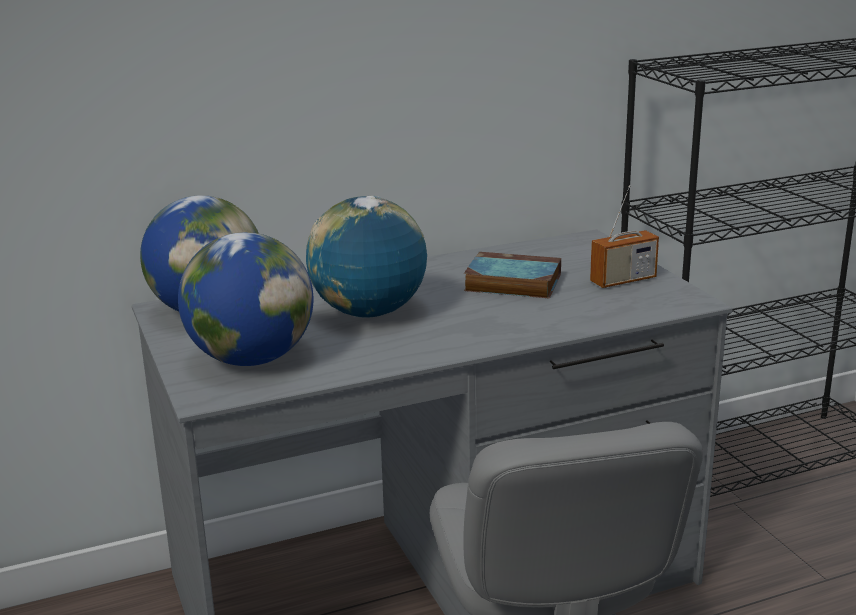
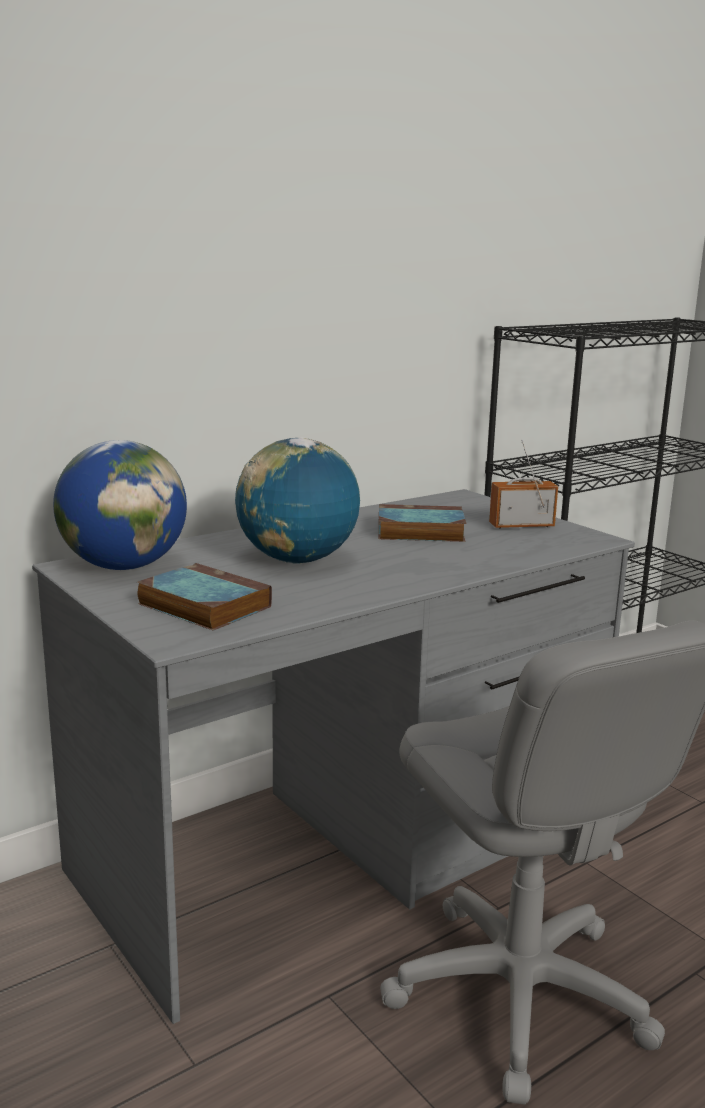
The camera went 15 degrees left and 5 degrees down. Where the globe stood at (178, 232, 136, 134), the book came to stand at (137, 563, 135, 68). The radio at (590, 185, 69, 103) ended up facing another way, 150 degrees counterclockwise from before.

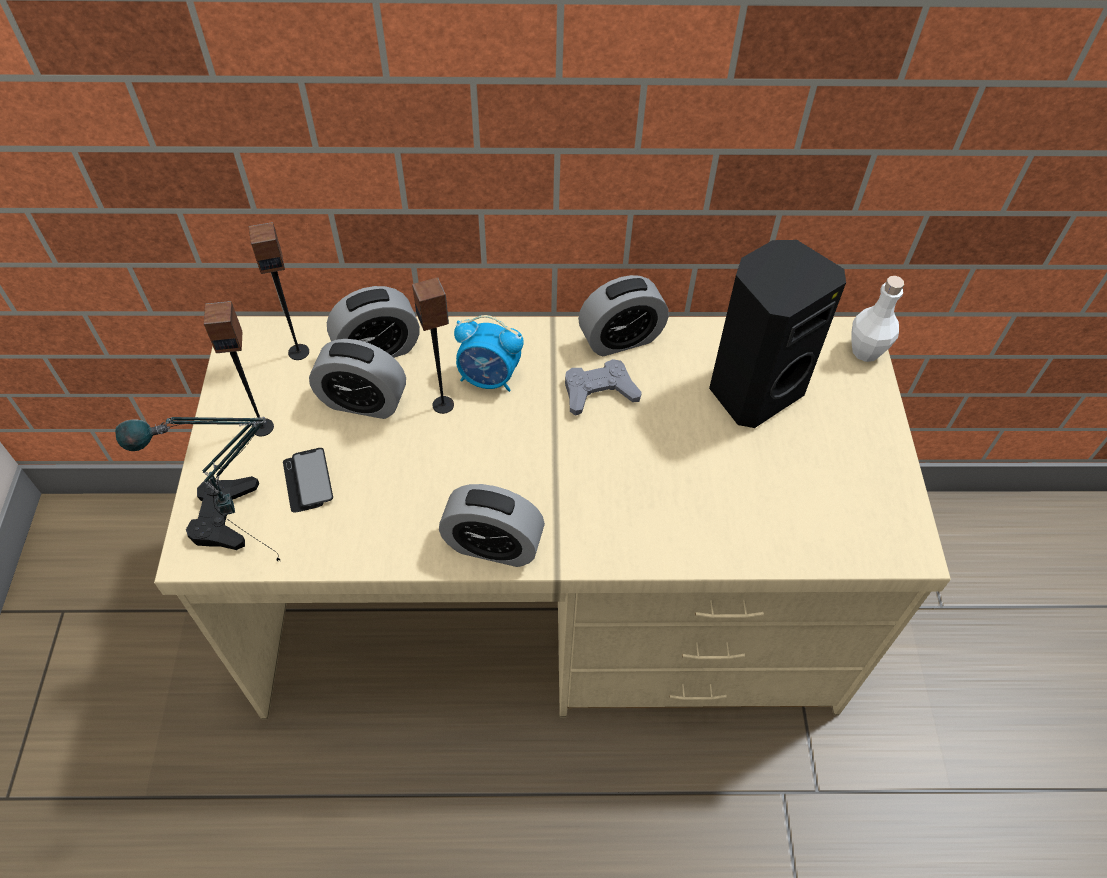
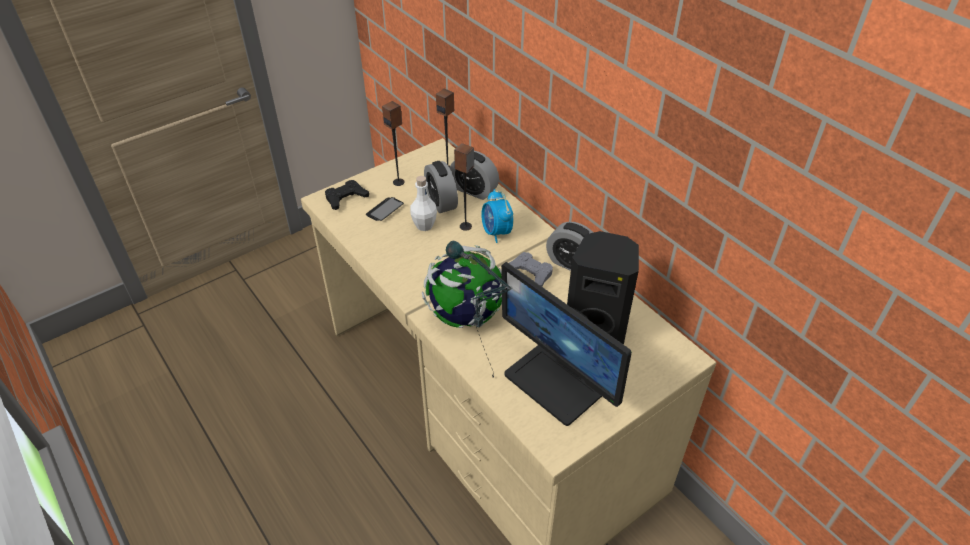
The camera went 55 degrees right and 10 degrees down. The table lamp ended up elsewhere, having gone from (115, 417, 165, 144) to (446, 241, 67, 137). The second view lost the alarm clock at (439, 484, 106, 83). The white bottle ended up elsewhere, having gone from (851, 276, 53, 86) to (410, 176, 27, 55). The second view gained the globe at (422, 245, 80, 83). The second view gained the monitor at (501, 262, 131, 164).

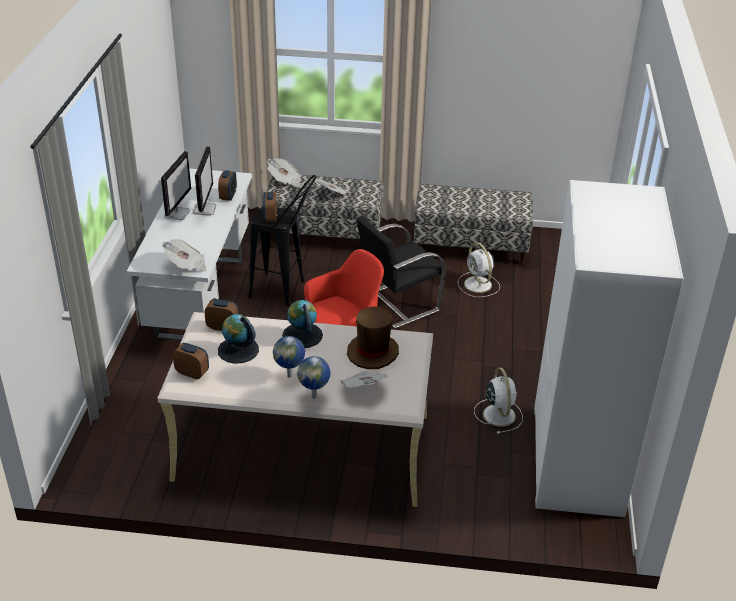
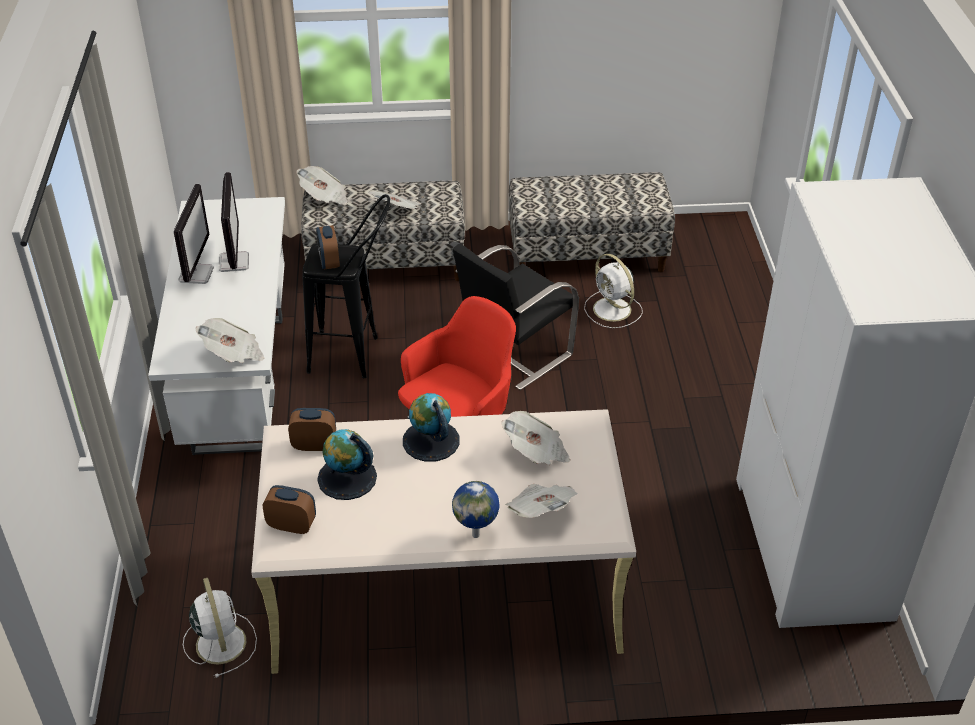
The camera went 10 degrees left and 5 degrees up. The second view lost the alarm clock at (218, 170, 19, 31). The second view lost the globe at (273, 336, 32, 42). Where the brown hat stood at (347, 307, 52, 62), the newspaper came to stand at (501, 411, 69, 54). The white fan ended up elsewhere, having gone from (474, 368, 49, 66) to (183, 578, 74, 100).

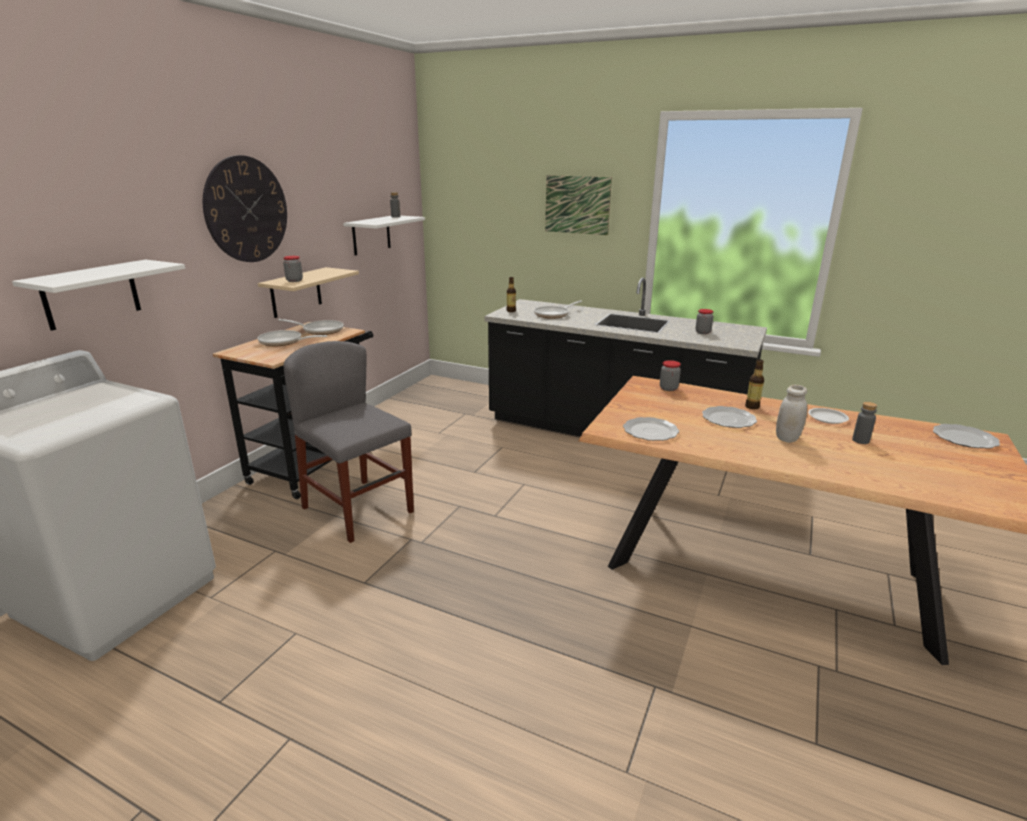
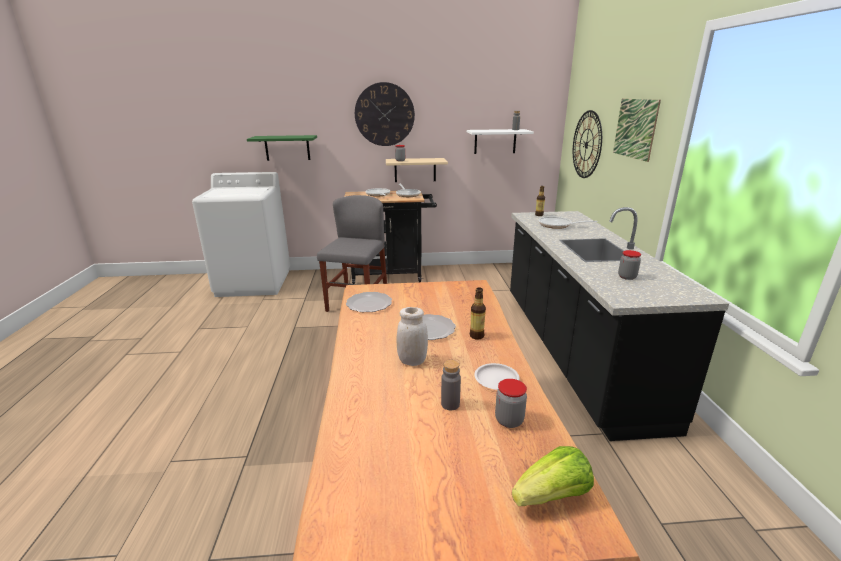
The camera went 60 degrees right and 0 degrees up. What was the white shelf at (12, 259, 173, 72) turned into the green shelf at (247, 135, 70, 26). The jar ended up elsewhere, having gone from (660, 360, 21, 31) to (495, 379, 32, 49). Where the plate stood at (933, 424, 67, 25), the lettuce came to stand at (512, 446, 82, 60). The second view gained the wall clock at (573, 110, 29, 68).

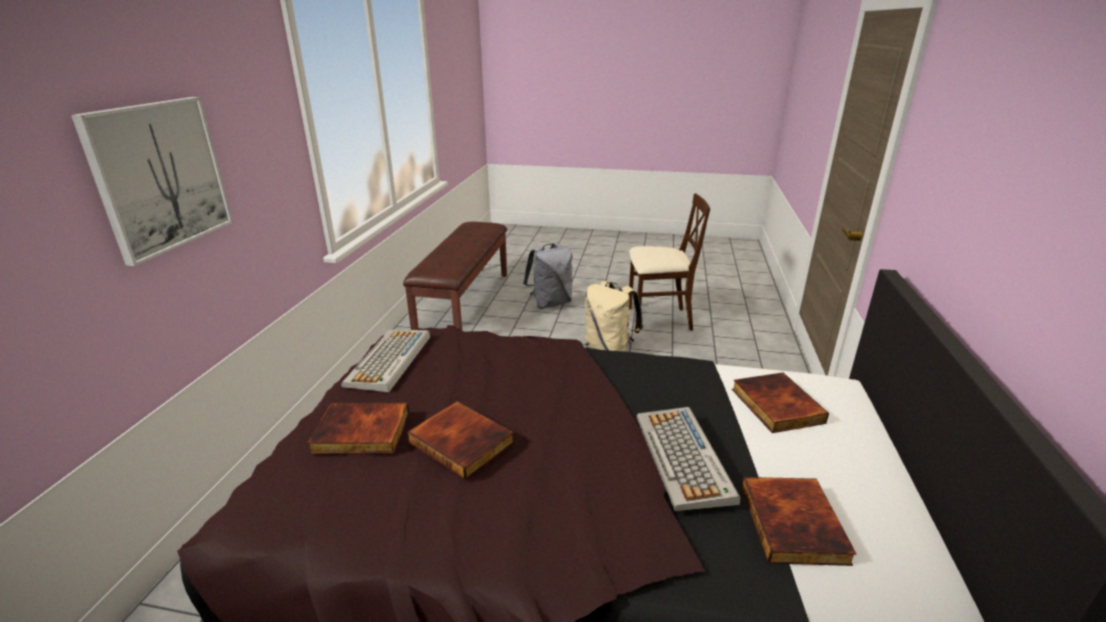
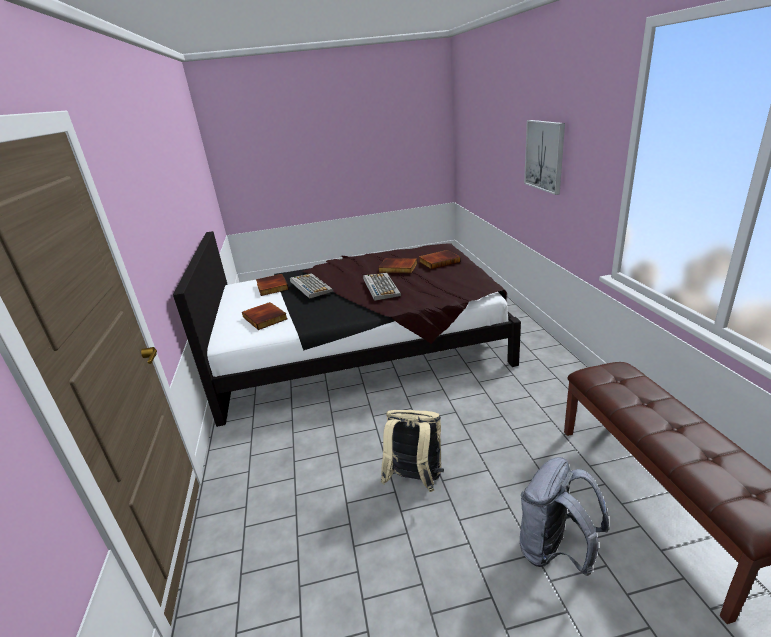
The camera went 160 degrees right and 0 degrees up. The keyboard ended up elsewhere, having gone from (341, 329, 89, 63) to (363, 273, 38, 28). The second view lost the beige chair at (629, 193, 81, 140).

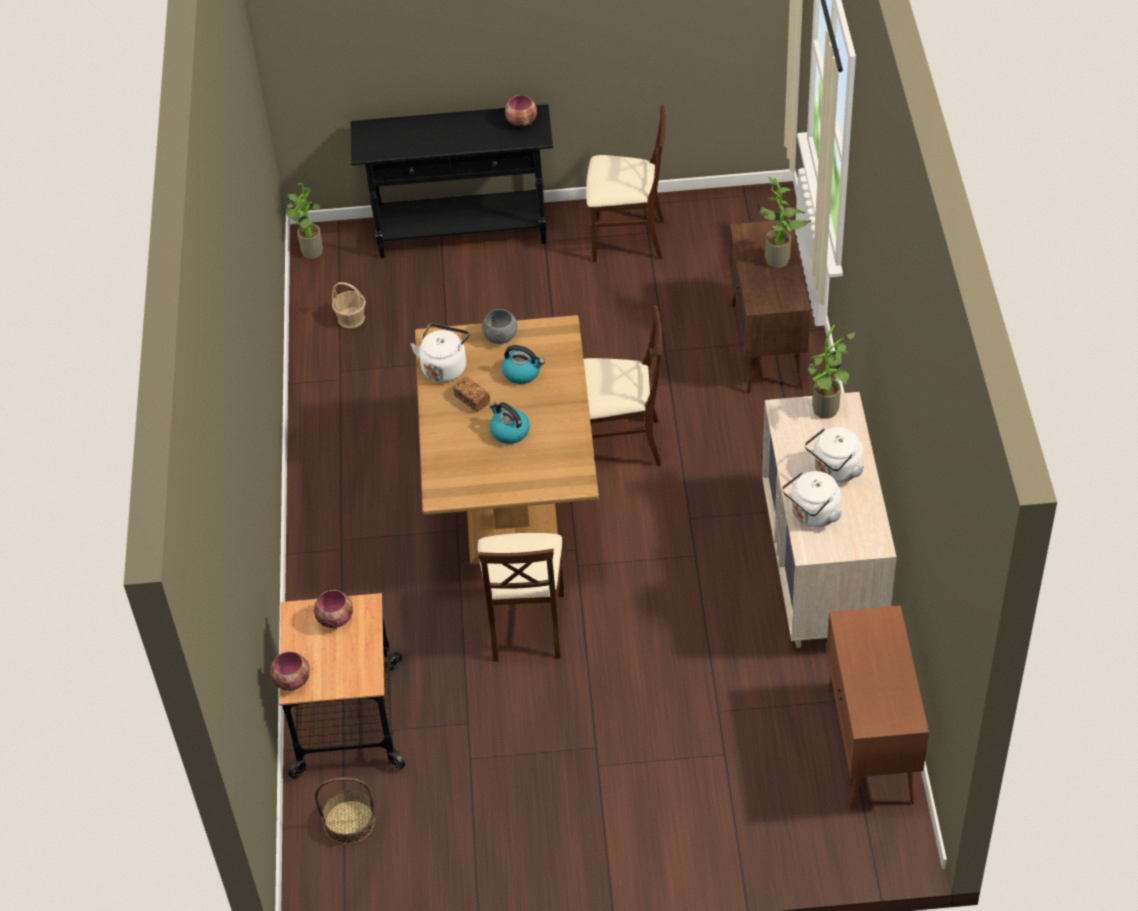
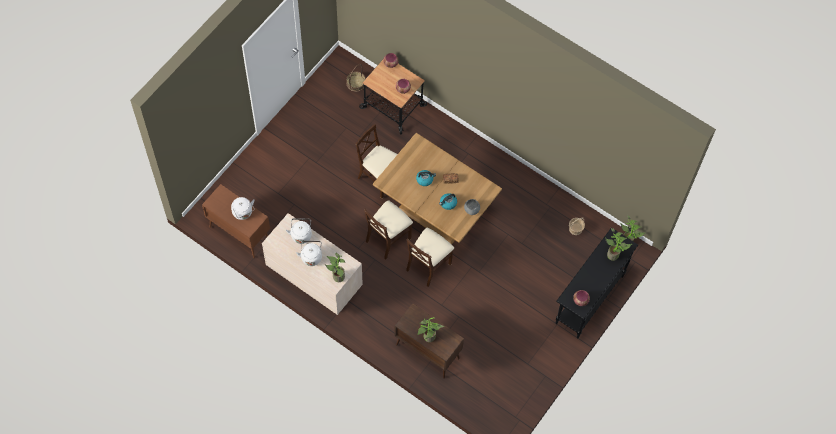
The camera went 125 degrees right and 15 degrees up. The white kettle ended up elsewhere, having gone from (410, 324, 60, 59) to (231, 197, 23, 23). The beige chair ended up elsewhere, having gone from (586, 105, 80, 157) to (364, 200, 49, 59). The second view gained the potted plant at (605, 228, 27, 33).

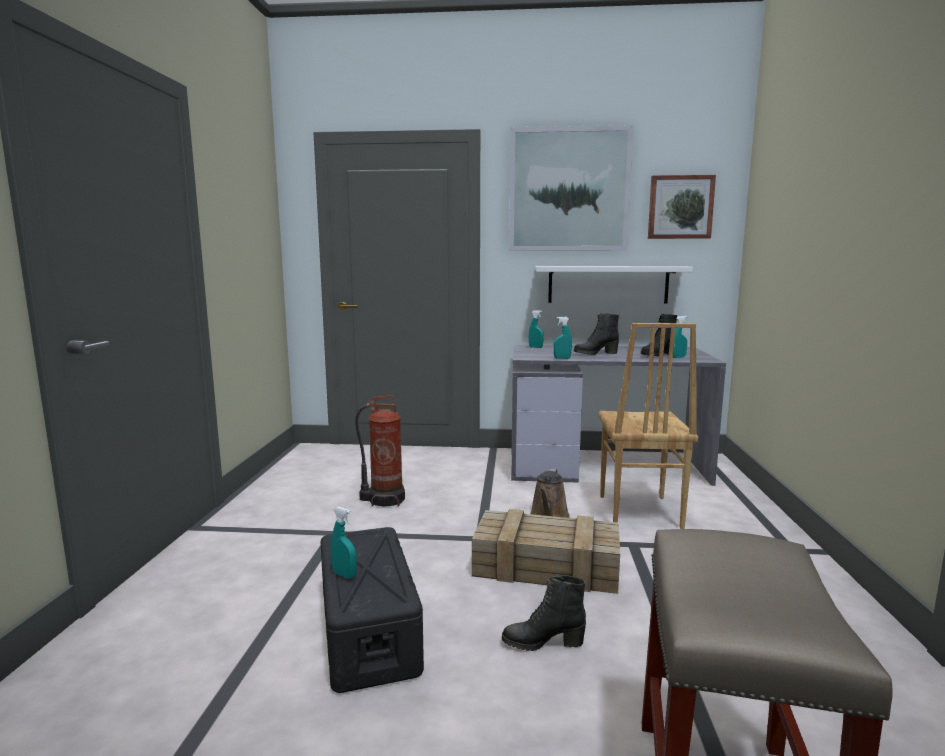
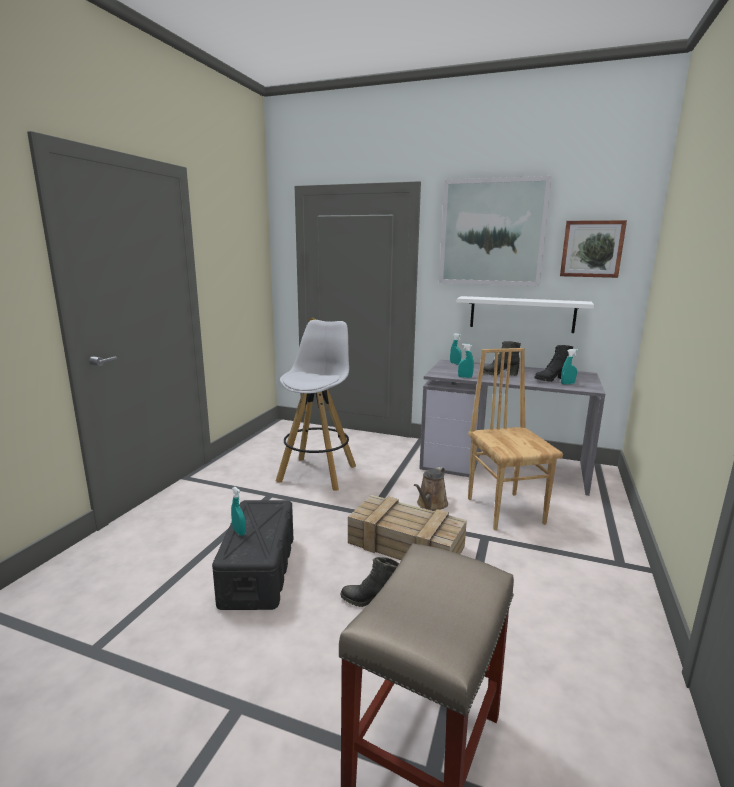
The camera went 15 degrees right and 5 degrees up. Where the fire extinguisher stood at (355, 395, 50, 112), the white stool came to stand at (276, 320, 80, 171). The brown chair at (598, 323, 100, 206) ended up facing another way, 150 degrees clockwise from before.

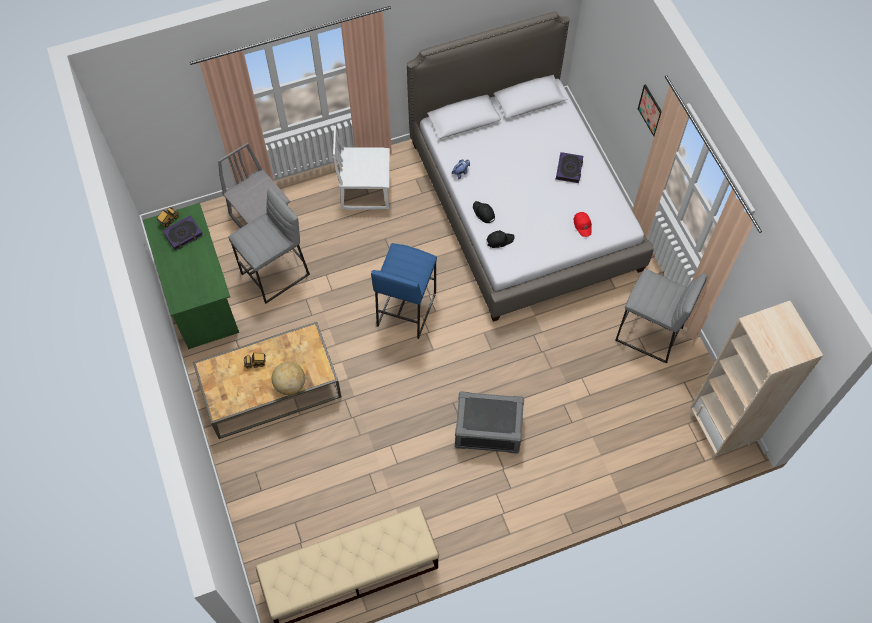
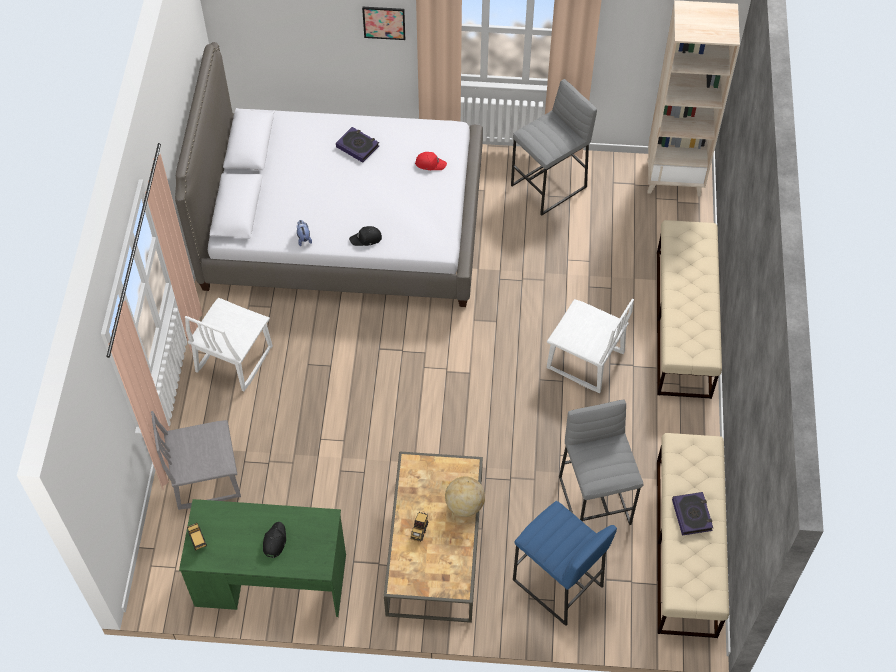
The camera went 65 degrees left and 5 degrees down. The book ended up elsewhere, having gone from (162, 215, 41, 35) to (672, 492, 41, 44). The grey stool ended up elsewhere, having gone from (229, 187, 81, 117) to (559, 400, 84, 125). The blue stool ended up elsewhere, having gone from (371, 243, 66, 96) to (513, 501, 104, 125). Where the grey storage box stood at (455, 391, 69, 63), the white chair came to stand at (547, 299, 87, 94). The black cap ended up elsewhere, having gone from (486, 230, 29, 18) to (263, 522, 23, 36). The second view gained the beige bench at (657, 220, 65, 179).

